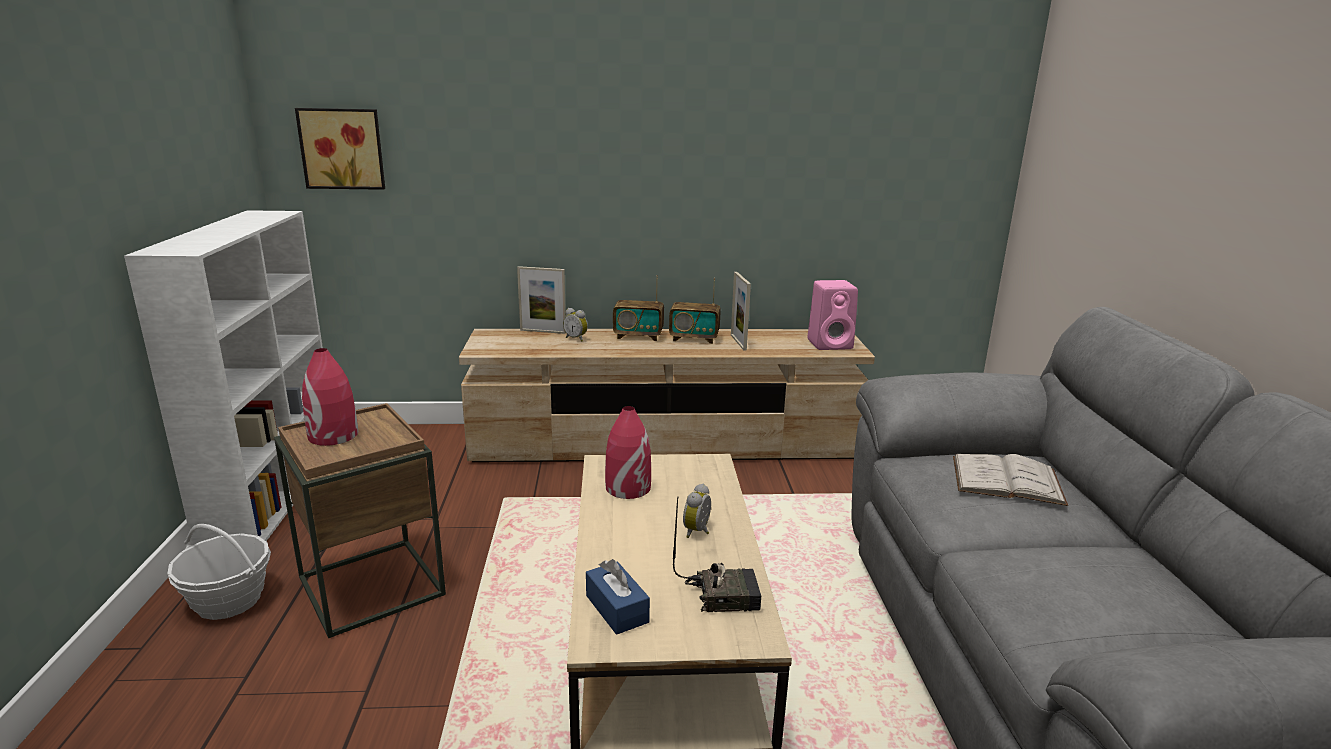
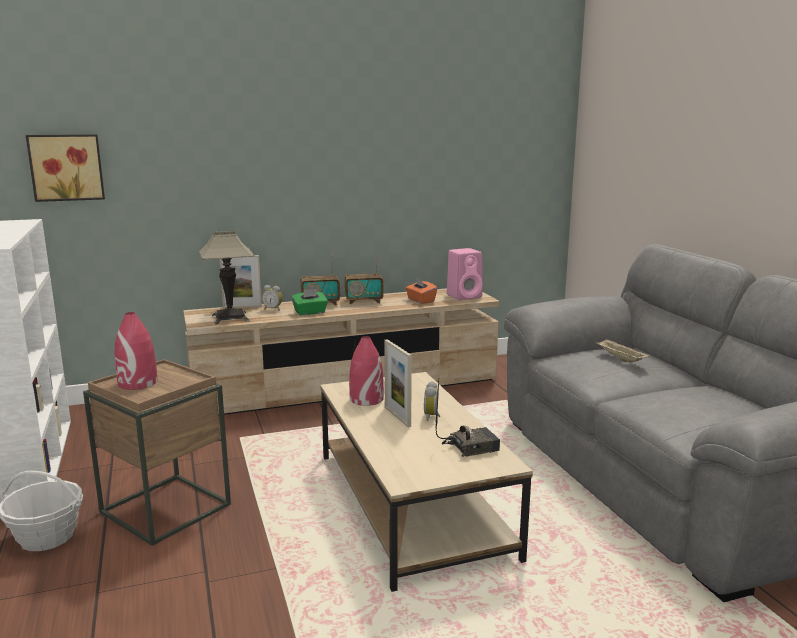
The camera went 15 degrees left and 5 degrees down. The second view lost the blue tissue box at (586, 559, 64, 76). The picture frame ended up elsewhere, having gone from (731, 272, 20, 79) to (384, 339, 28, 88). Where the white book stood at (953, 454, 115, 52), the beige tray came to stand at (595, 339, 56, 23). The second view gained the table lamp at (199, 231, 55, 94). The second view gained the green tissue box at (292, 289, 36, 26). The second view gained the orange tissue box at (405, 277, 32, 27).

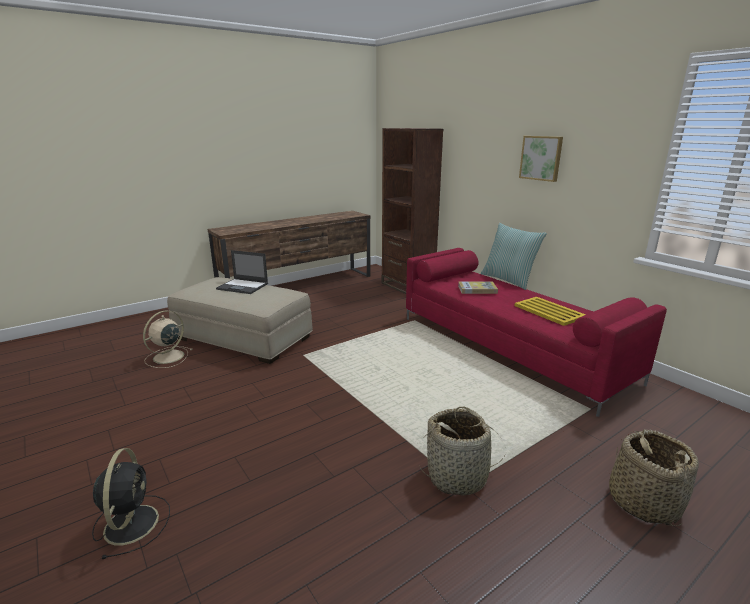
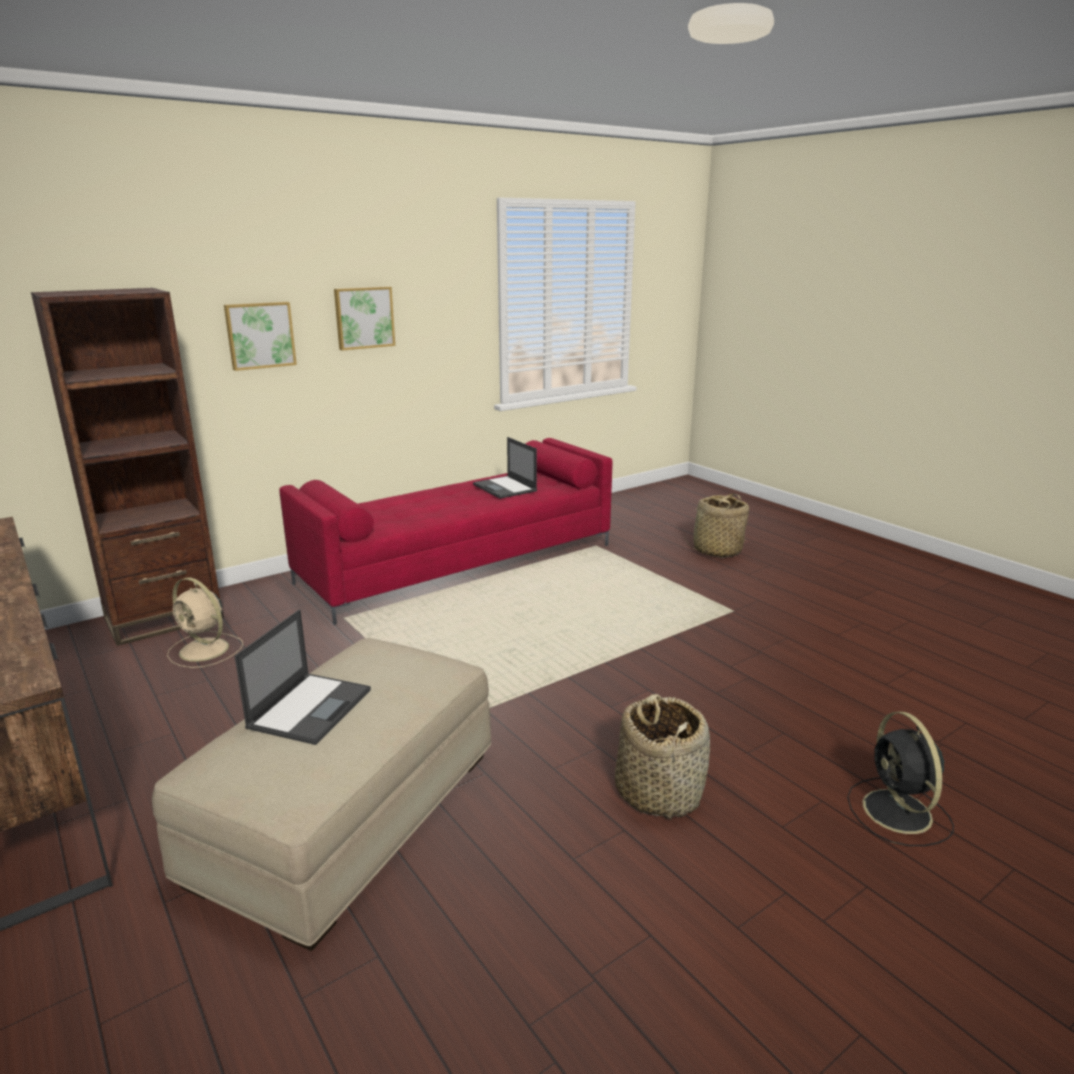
The camera went 90 degrees left and 0 degrees up. The black fan at (92, 448, 78, 111) ended up facing another way, 90 degrees counterclockwise from before. The beige fan ended up elsewhere, having gone from (143, 311, 50, 57) to (167, 577, 76, 91). The basket ended up elsewhere, having gone from (420, 406, 84, 89) to (615, 694, 95, 125). The second view lost the book at (458, 282, 40, 12). The second view lost the pillow at (481, 223, 66, 67). Where the yellow tray stood at (514, 297, 72, 29), the laptop came to stand at (473, 437, 64, 62). The second view gained the picture at (224, 302, 73, 69).

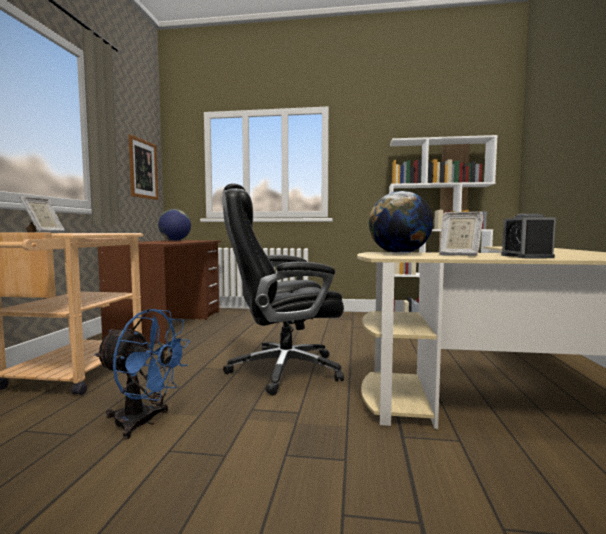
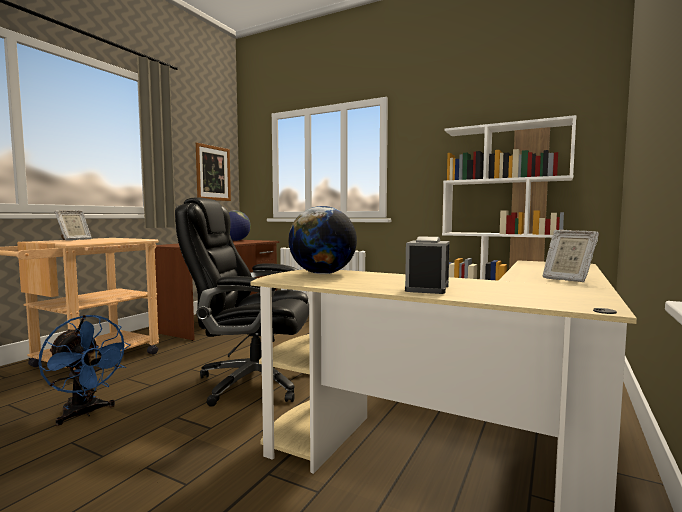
The camera went 20 degrees right and 0 degrees up. The picture frame ended up elsewhere, having gone from (439, 211, 44, 45) to (543, 230, 56, 52).

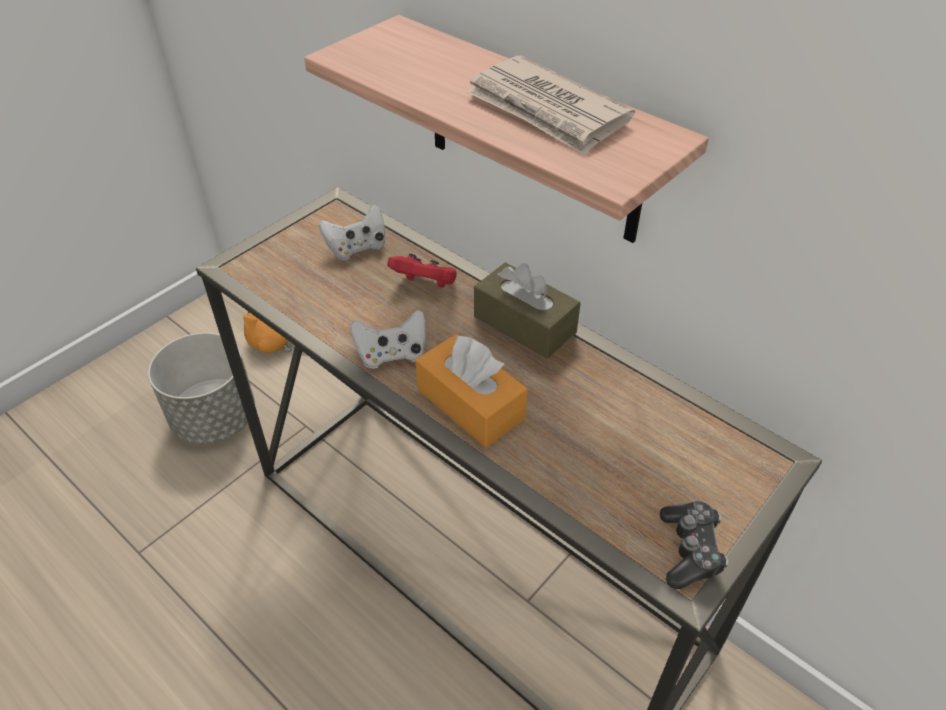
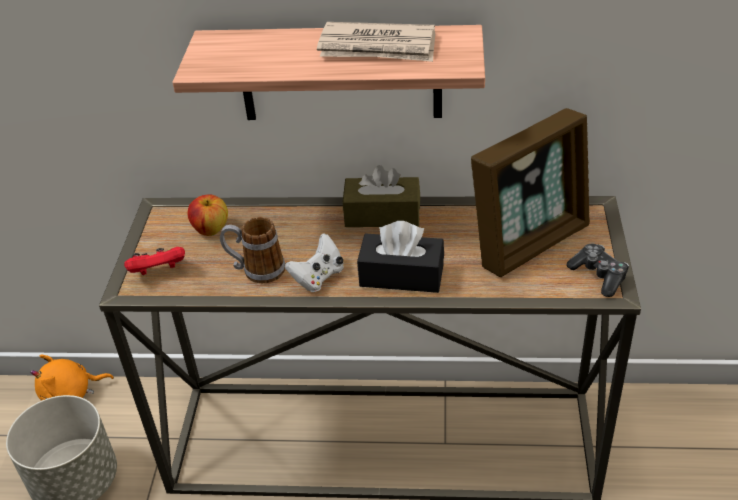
The camera went 35 degrees left and 5 degrees down. Where the white game controller stood at (319, 204, 67, 56), the apple came to stand at (187, 194, 41, 42). The red game controller ended up elsewhere, having gone from (388, 253, 69, 35) to (124, 247, 61, 28). What was the orange tissue box at (416, 334, 112, 114) turned into the black tissue box at (357, 221, 87, 72). The second view gained the mug at (220, 217, 65, 66). The second view gained the picture frame at (471, 108, 119, 169).

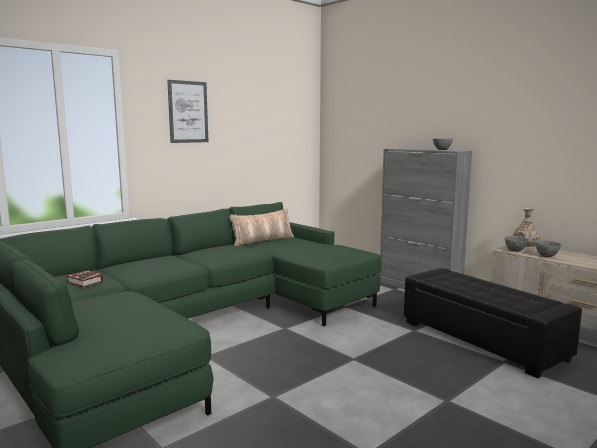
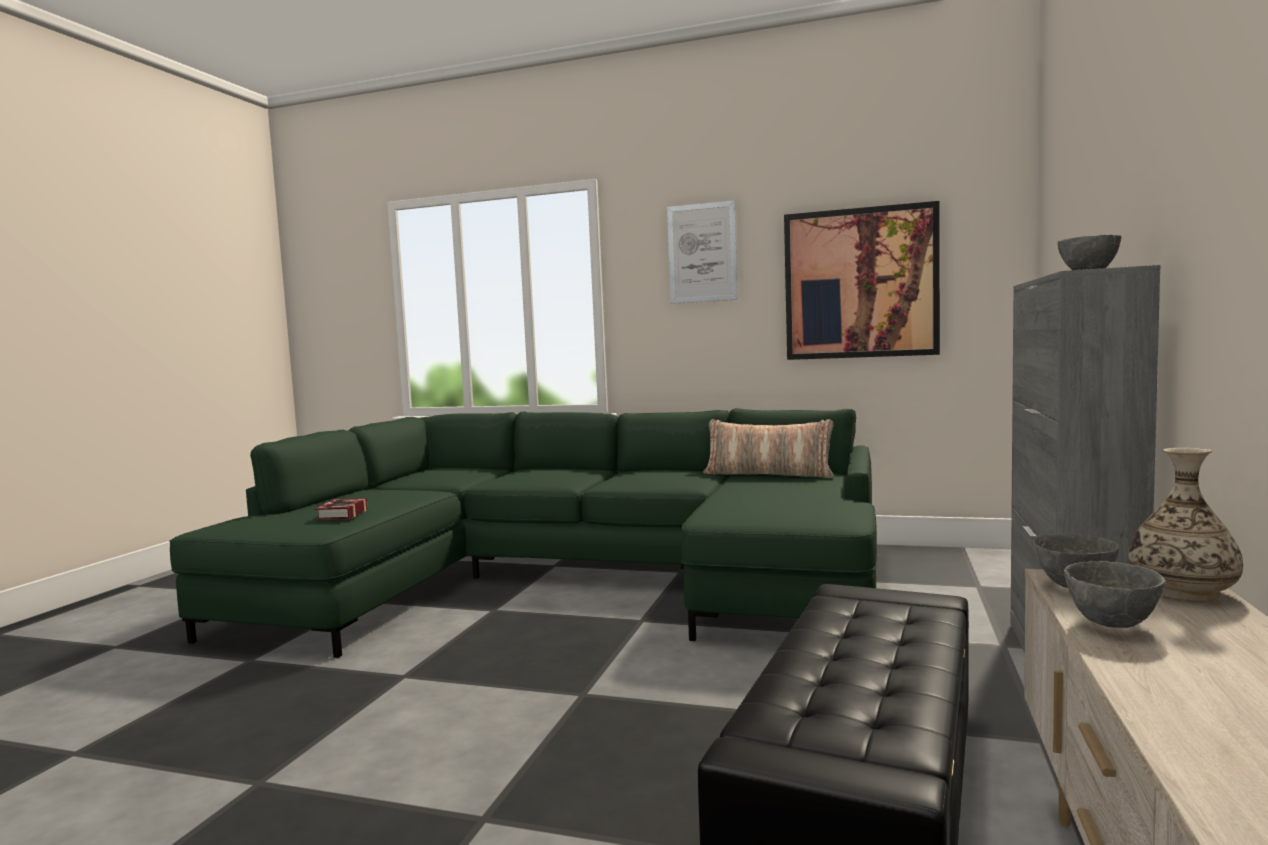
The camera went 60 degrees right and 5 degrees down. The book ended up elsewhere, having gone from (66, 271, 37, 17) to (315, 498, 53, 22). The second view gained the picture at (784, 201, 156, 159).

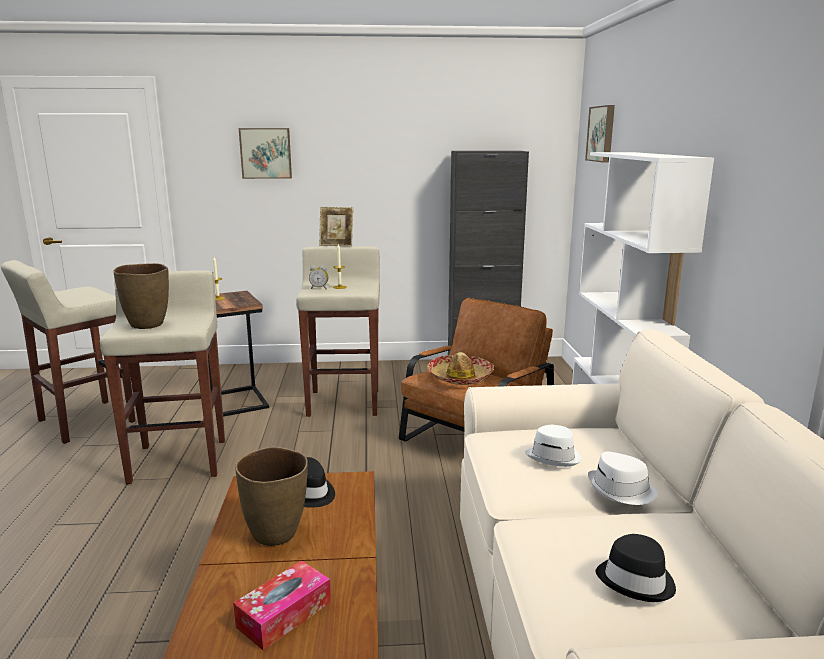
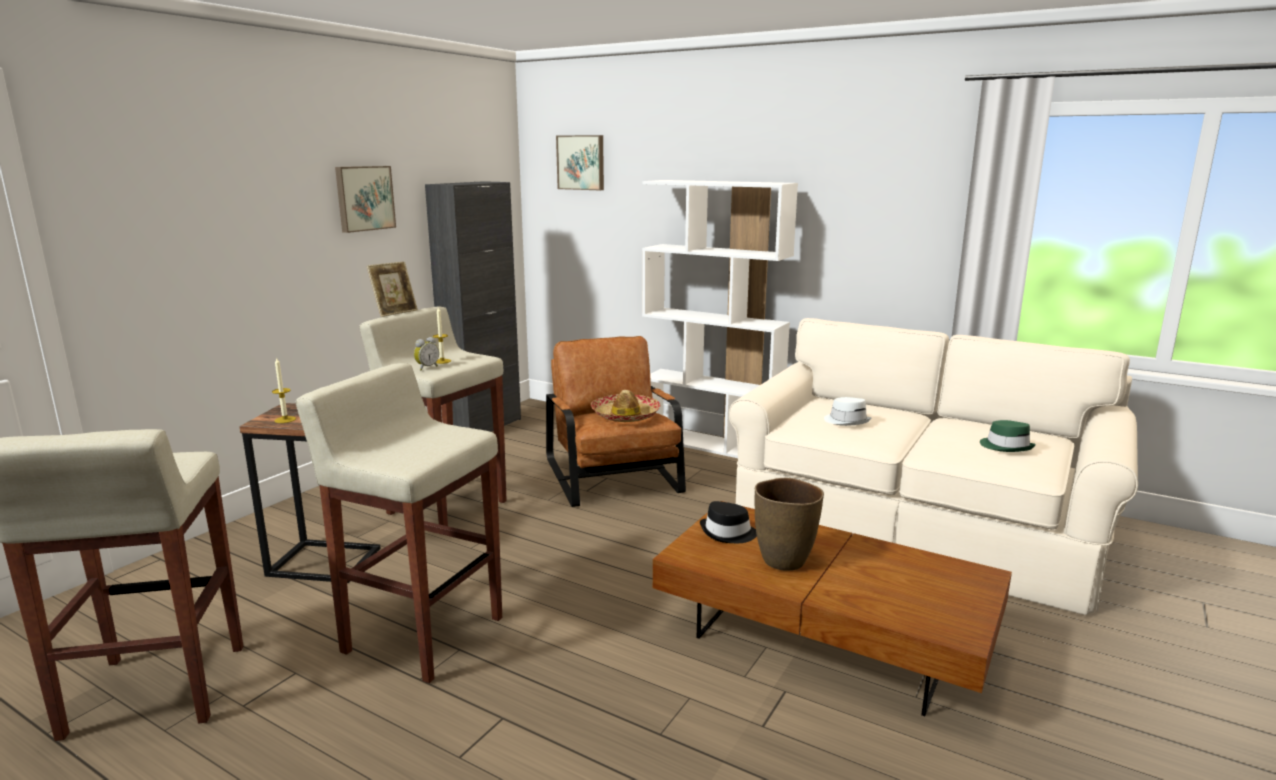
The camera went 55 degrees left and 0 degrees up. The second view lost the brown vase at (113, 263, 56, 66). The second view lost the tissue box at (233, 561, 98, 89). The picture ended up elsewhere, having gone from (239, 128, 53, 51) to (335, 166, 61, 67). The second view lost the white hat at (588, 452, 70, 53). What was the black hat at (595, 534, 81, 68) turned into the green hat at (980, 420, 56, 32).

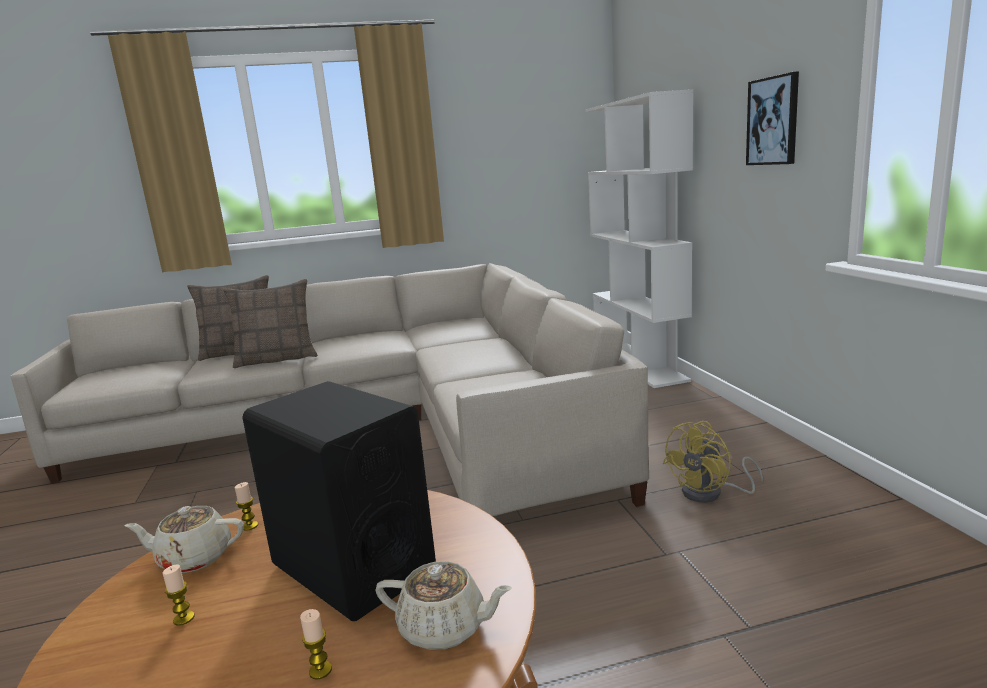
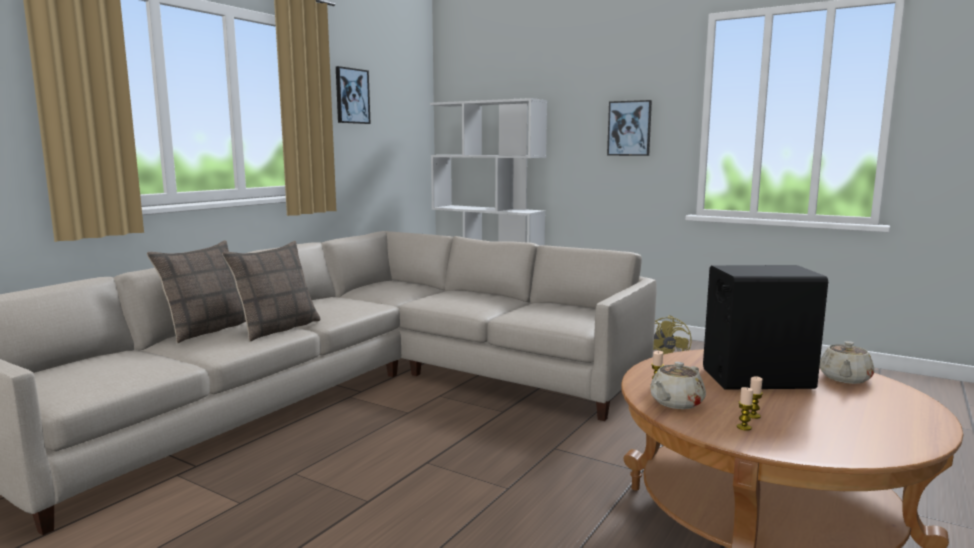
The camera went 45 degrees left and 5 degrees down. The candle ended up elsewhere, having gone from (300, 609, 32, 71) to (737, 387, 17, 44). The beige teapot at (375, 561, 137, 89) ended up facing another way, 150 degrees clockwise from before. The second view gained the picture at (336, 66, 35, 58).

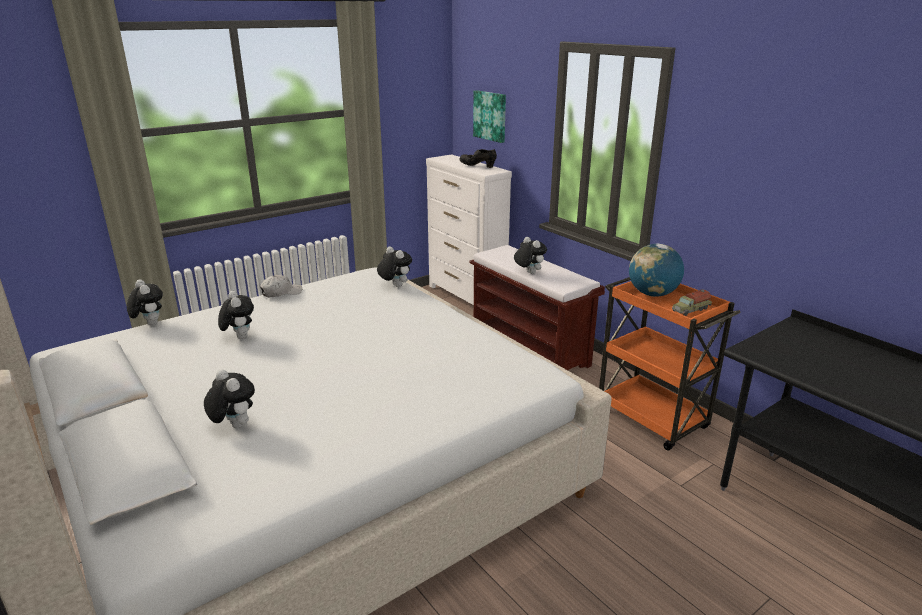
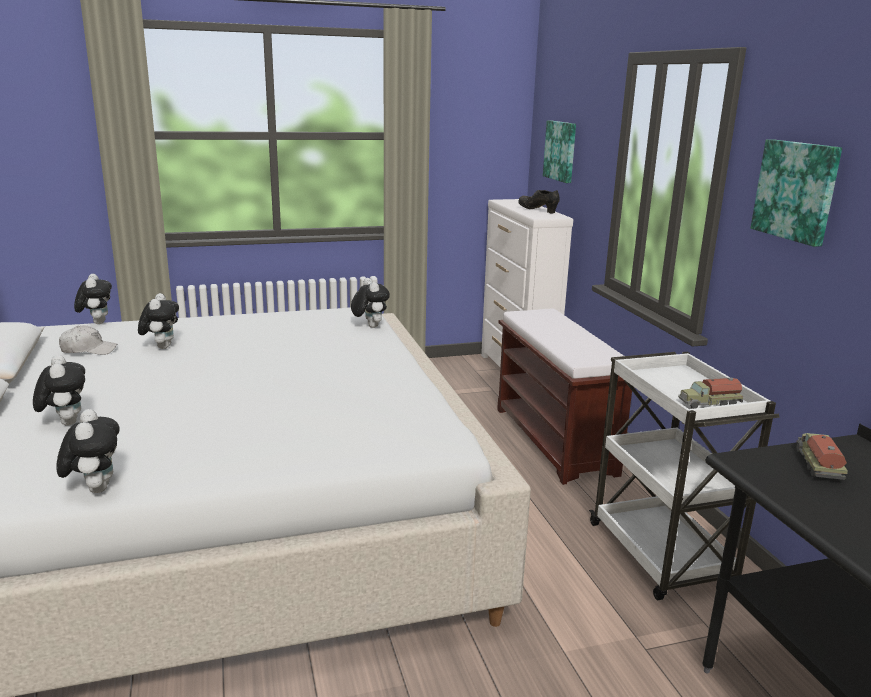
The camera went 20 degrees right and 5 degrees down. The white cap ended up elsewhere, having gone from (260, 275, 42, 22) to (59, 325, 58, 30). The plush toy ended up elsewhere, having gone from (514, 237, 33, 37) to (56, 409, 64, 84). What was the orange cart at (599, 277, 142, 174) turned into the white cart at (589, 352, 190, 248). The second view lost the globe at (629, 243, 55, 54). The second view gained the picture at (751, 139, 91, 108). The second view gained the toy truck at (796, 433, 52, 47).

